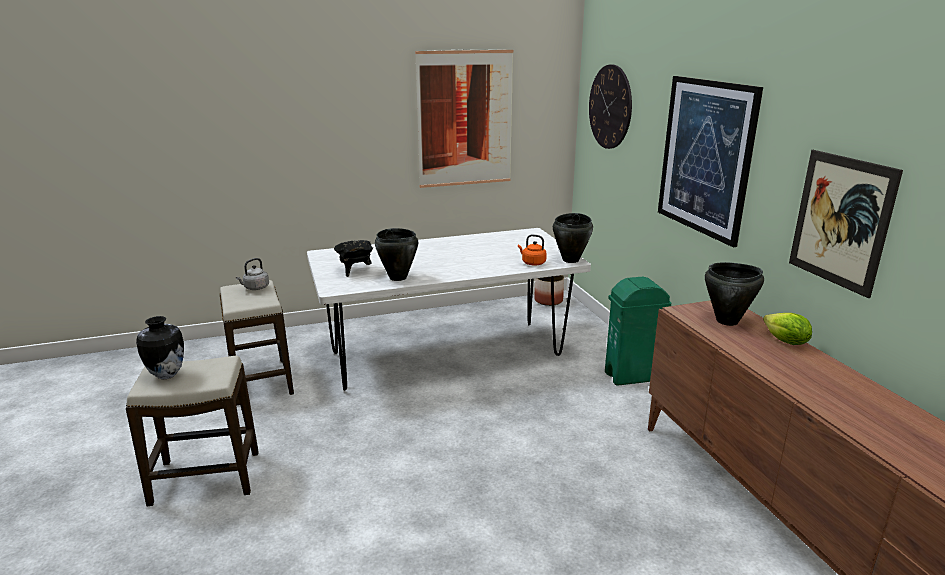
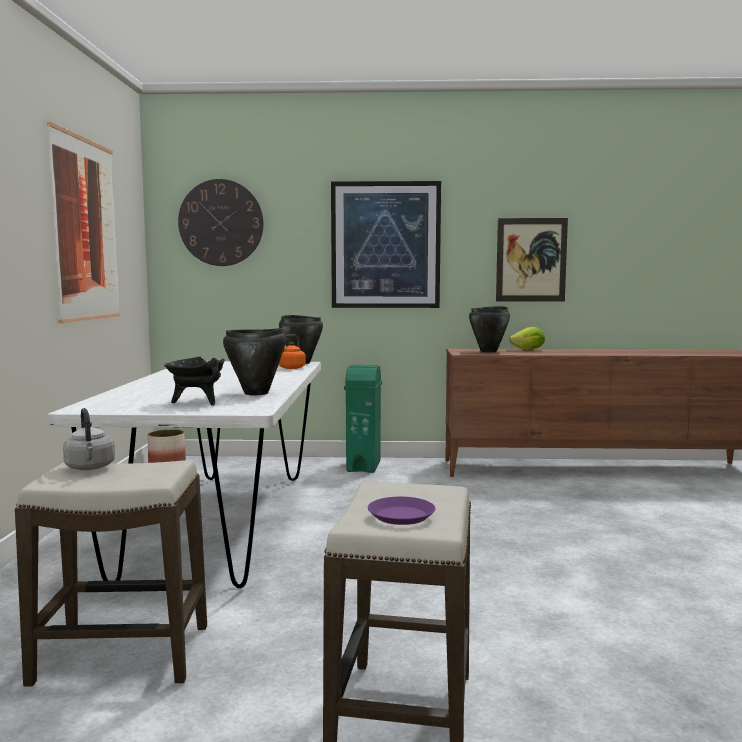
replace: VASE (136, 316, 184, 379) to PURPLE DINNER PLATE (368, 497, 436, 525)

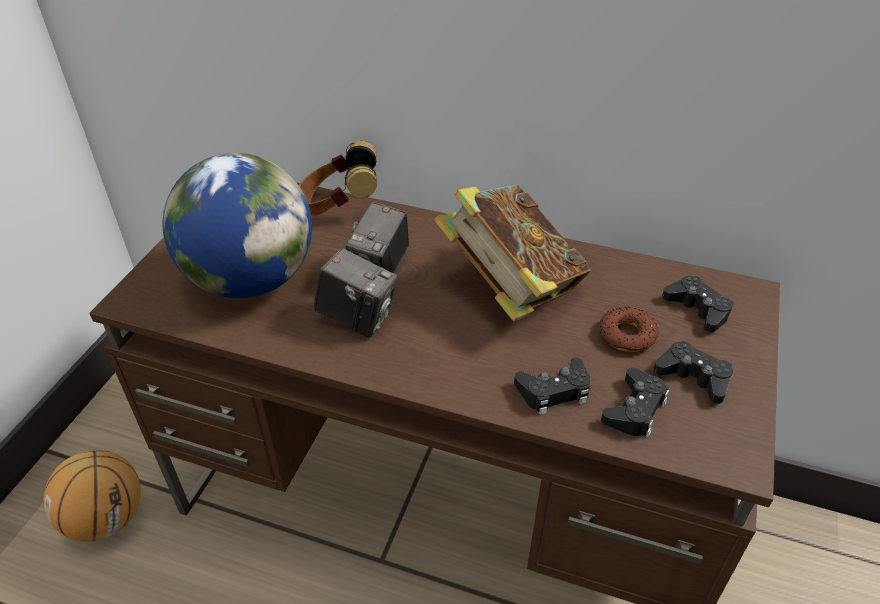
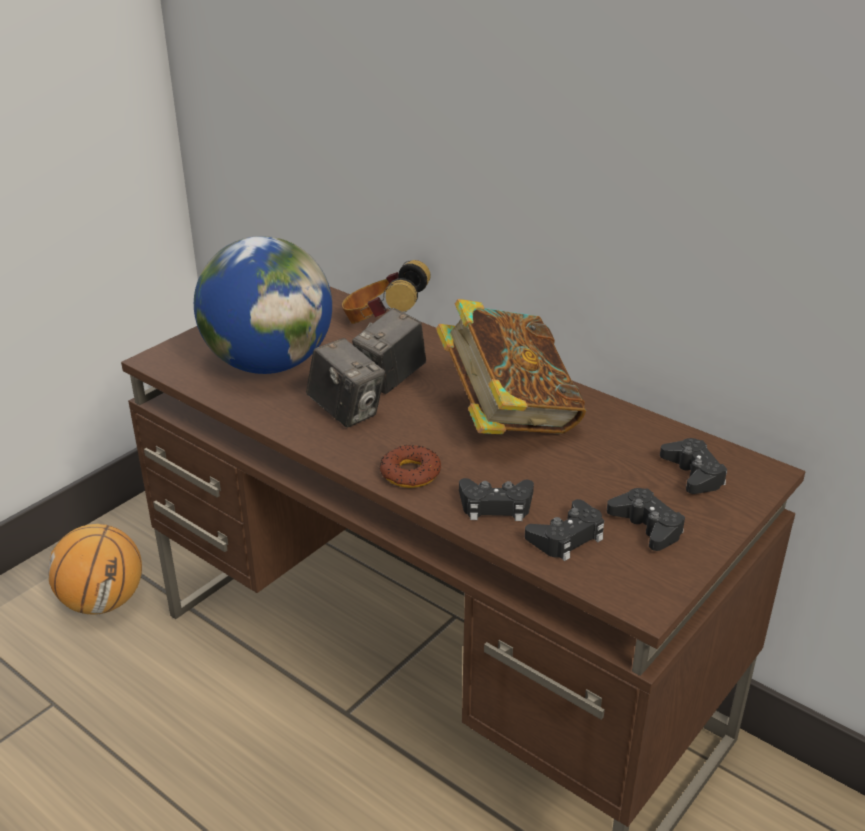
move: DONUT (599, 307, 658, 352) to (379, 445, 441, 488)

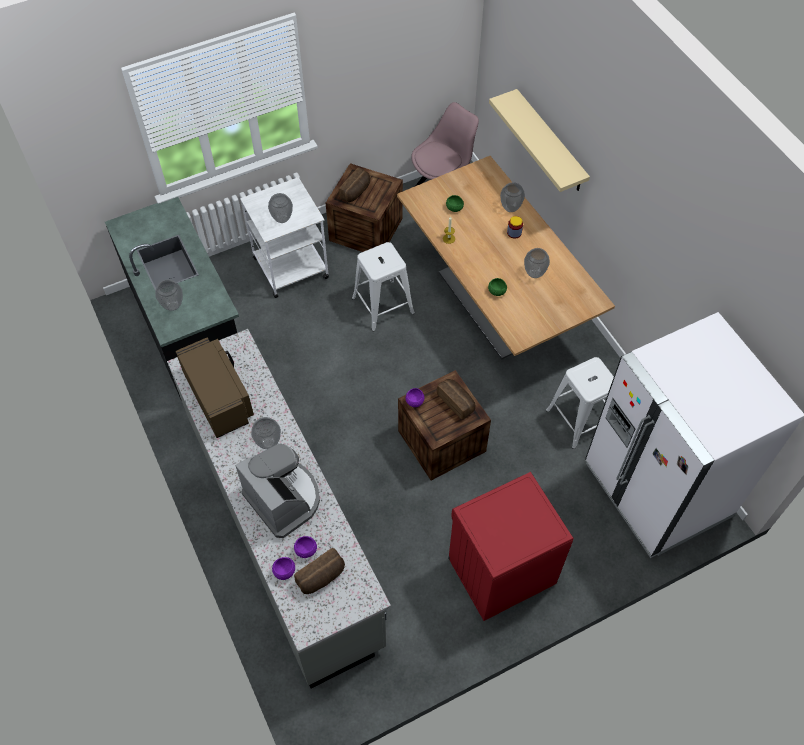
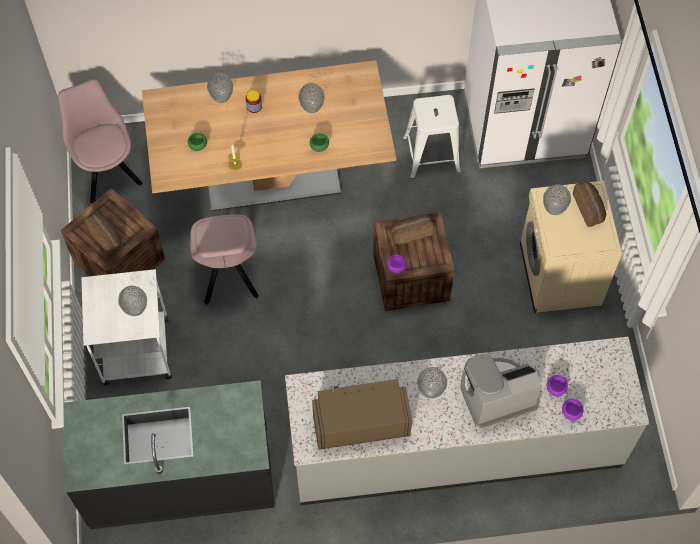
delete: BEIGE SHELF (489, 89, 590, 192)
move: VASE (155, 279, 183, 311) to (543, 184, 571, 215); BAKERY BREAD (294, 548, 345, 594) to (573, 182, 606, 227)
replace: WHITISH STOOL (352, 242, 415, 332) to PINK-COLOURED PLAIN CHAIR (190, 214, 259, 305)
recolor: REDDISH WASHING MACHINE (449, 472, 574, 621) to BEIGE WASHING MACHINE (520, 181, 622, 313)

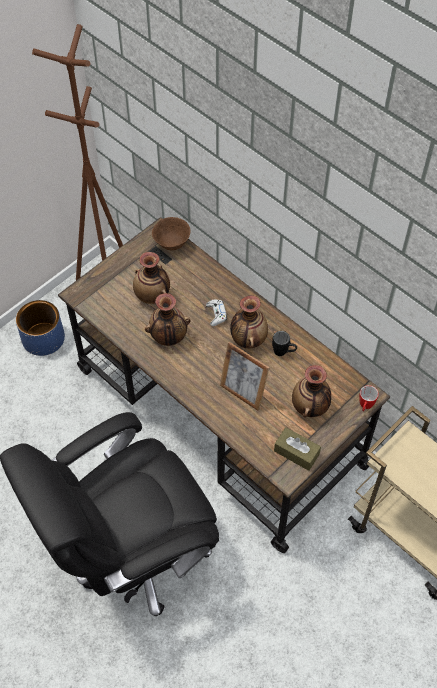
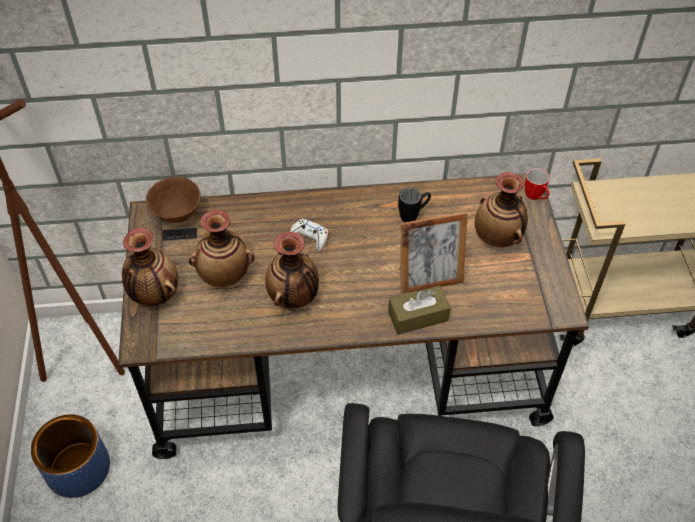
move: VASE (230, 295, 268, 349) to (122, 228, 178, 306); BROWN BOX OF TISSUES (274, 427, 321, 471) to (388, 285, 451, 335)

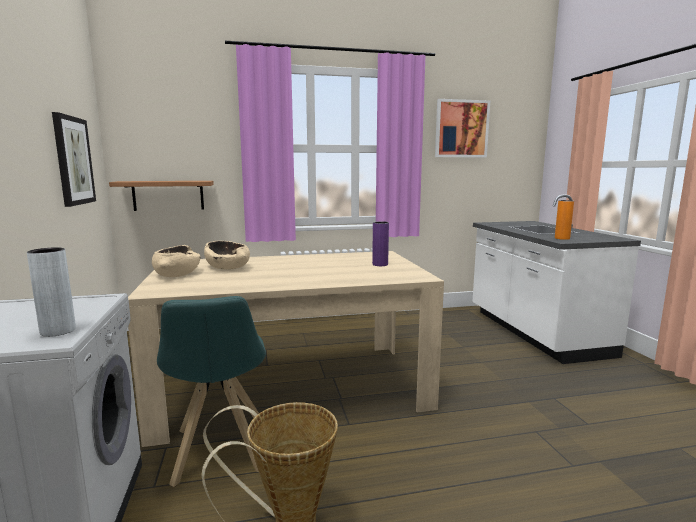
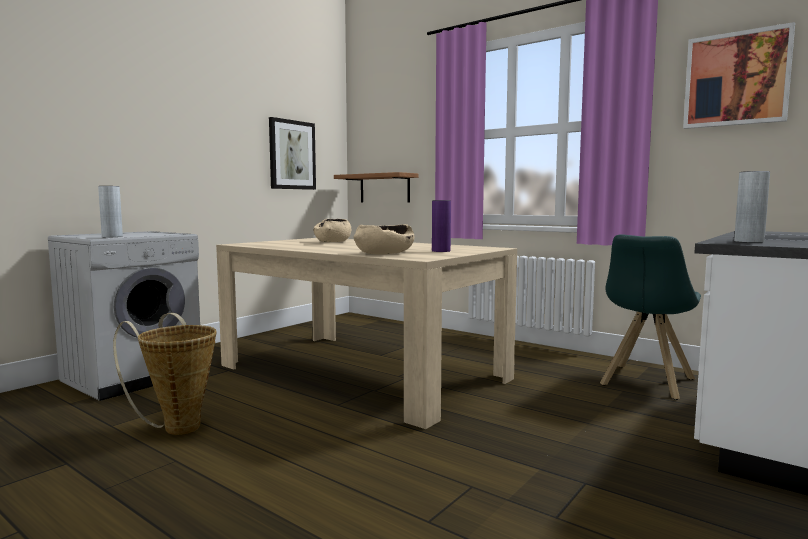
move: BEIGE BOWL (152, 245, 200, 277) to (354, 224, 414, 254); TURQUOISE PLAIN CHAIR (157, 296, 266, 487) to (600, 234, 701, 400)
recolor: ORANGEY VASE (555, 200, 574, 240) to GRAY VASE (734, 171, 770, 243)

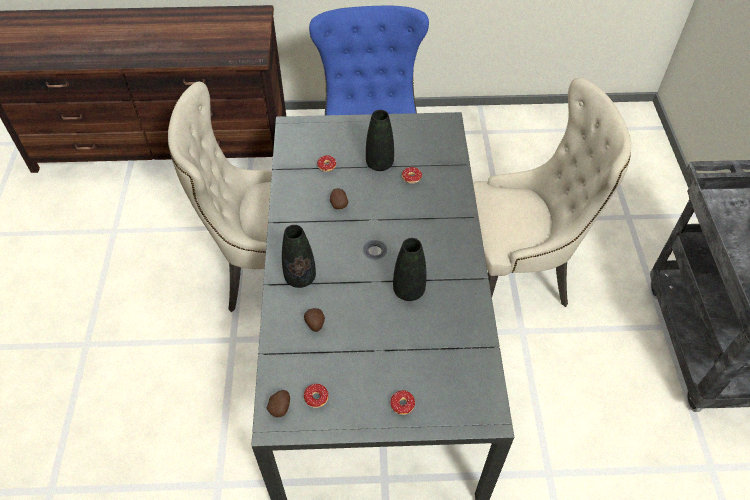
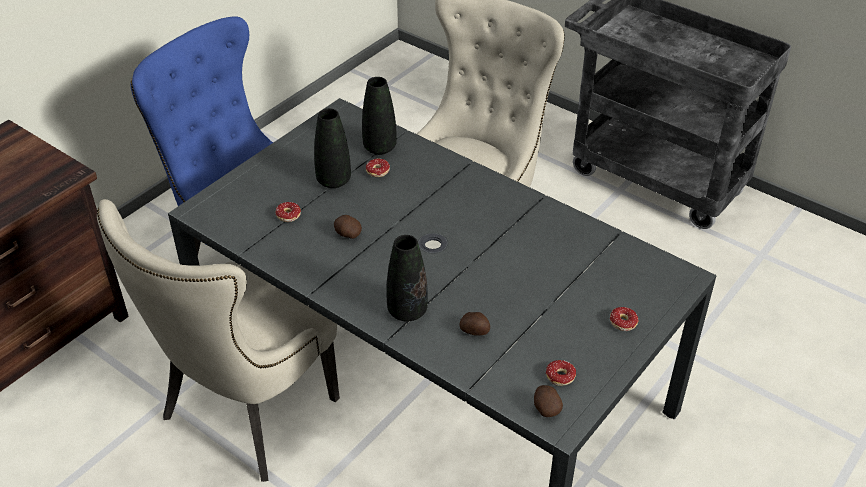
move: BLACK VASE (393, 238, 426, 301) to (362, 77, 397, 155)

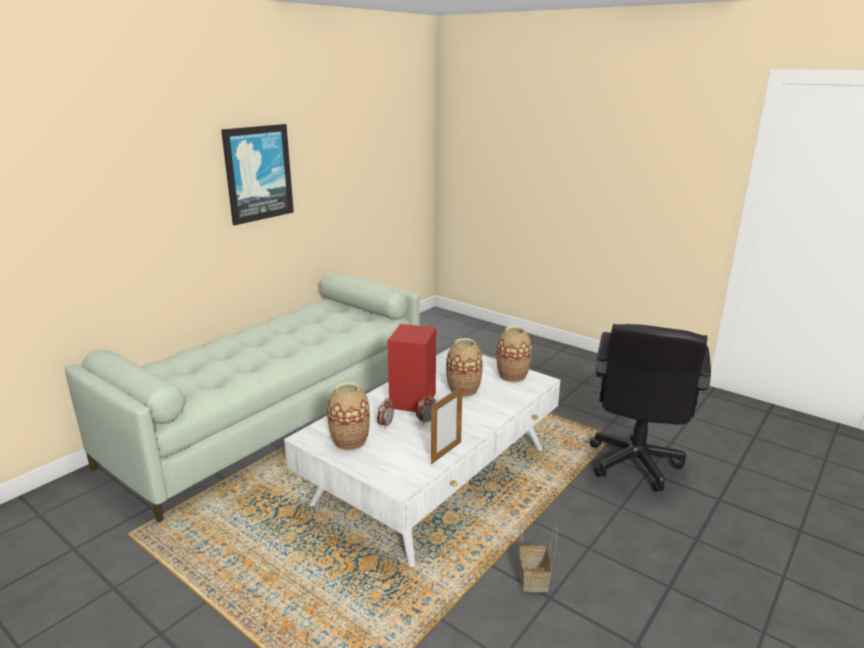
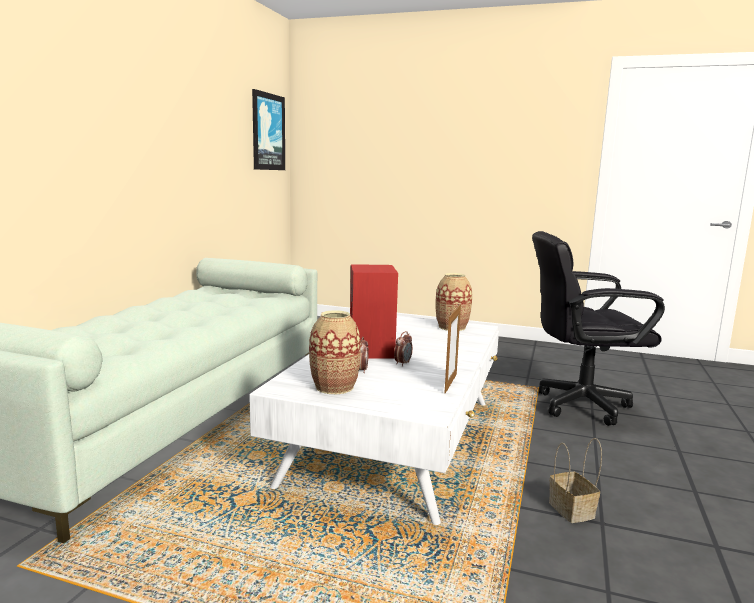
delete: VASE (446, 338, 483, 397)
move: PICTURE (221, 124, 294, 226) to (252, 89, 285, 170)
rotate: BLACK OFFICE CHAIR (589, 324, 711, 492) = (532, 231, 665, 426) 90 degrees clockwise

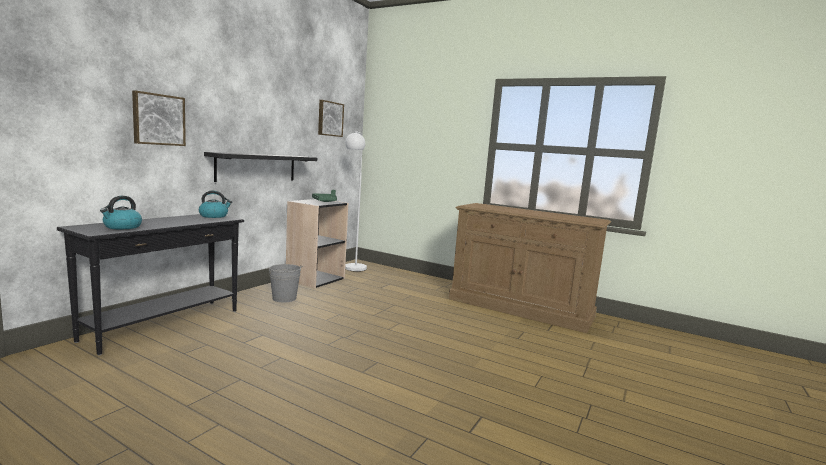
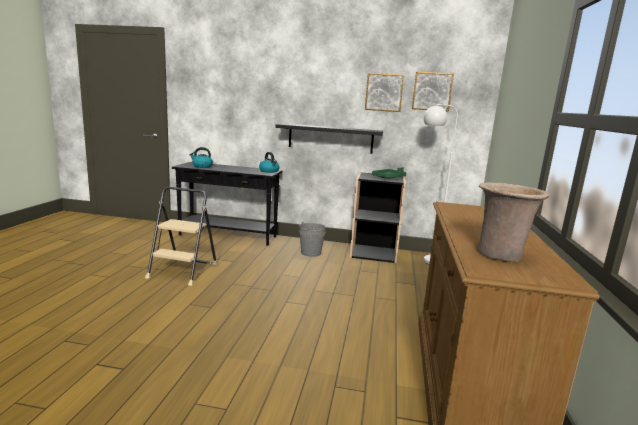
insert: BEIGE STEPLADDER (145, 187, 217, 286); BEIGE VASE (477, 182, 550, 262)
move: PICTURE (132, 90, 186, 146) to (365, 73, 404, 112)

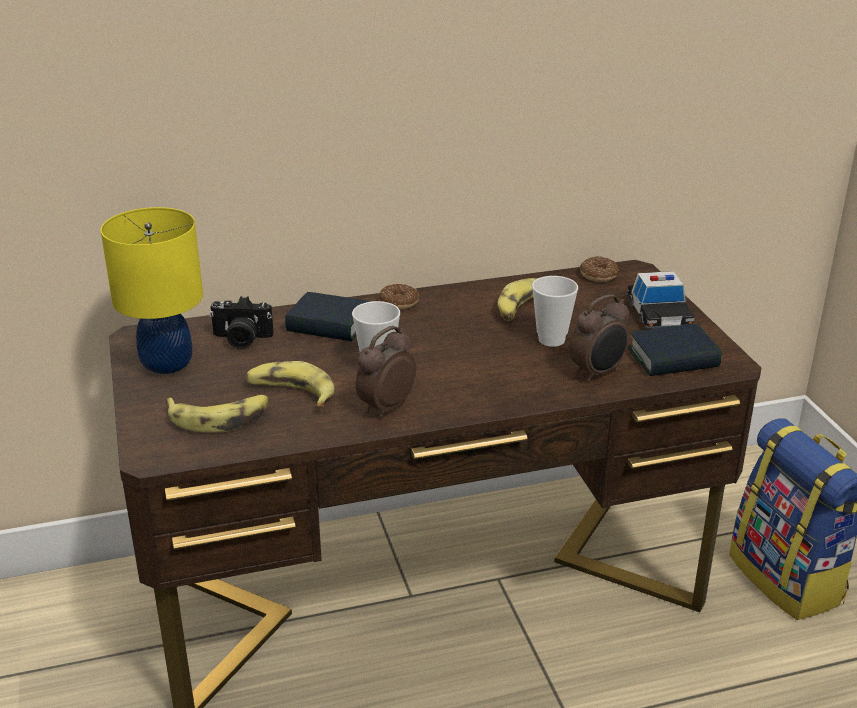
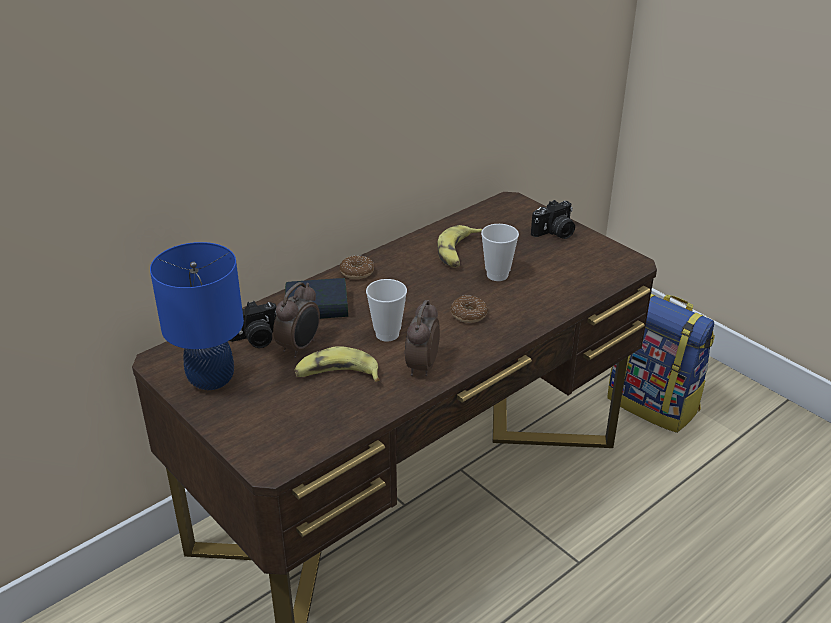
delete: BANANA FRUIT (166, 395, 269, 433); BOUND BOOK (628, 324, 722, 376)
move: ALARM CLOCK (569, 294, 630, 382) to (273, 282, 320, 358); DONUT (580, 256, 619, 282) to (451, 295, 488, 323)
replace: TOY CAR (625, 271, 694, 329) to STILL CAMERA (531, 200, 575, 239)
recolor: YELLOWISH TABLETOP LAMP (101, 207, 203, 374) to BLUISH TABLETOP LAMP (150, 242, 244, 390)

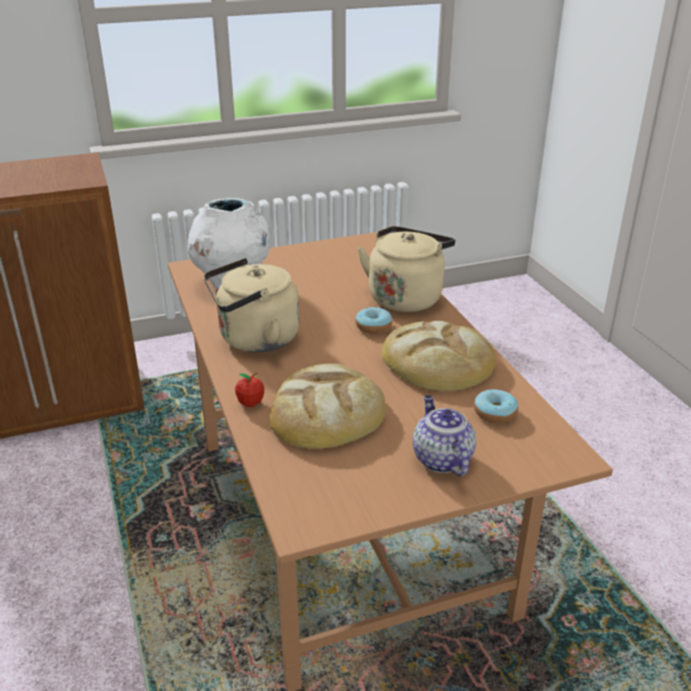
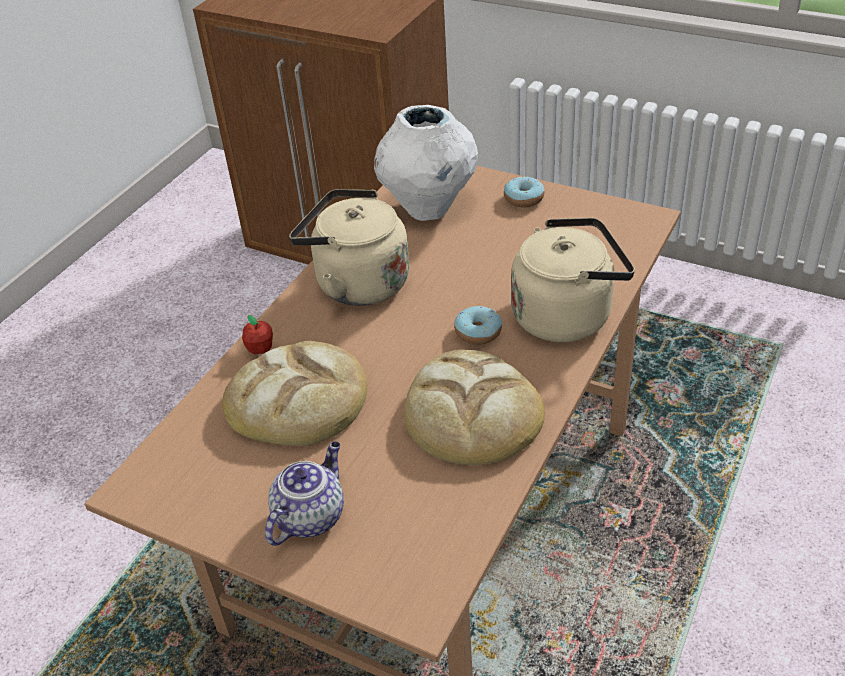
move: DONUT (474, 389, 518, 423) to (504, 176, 544, 207)

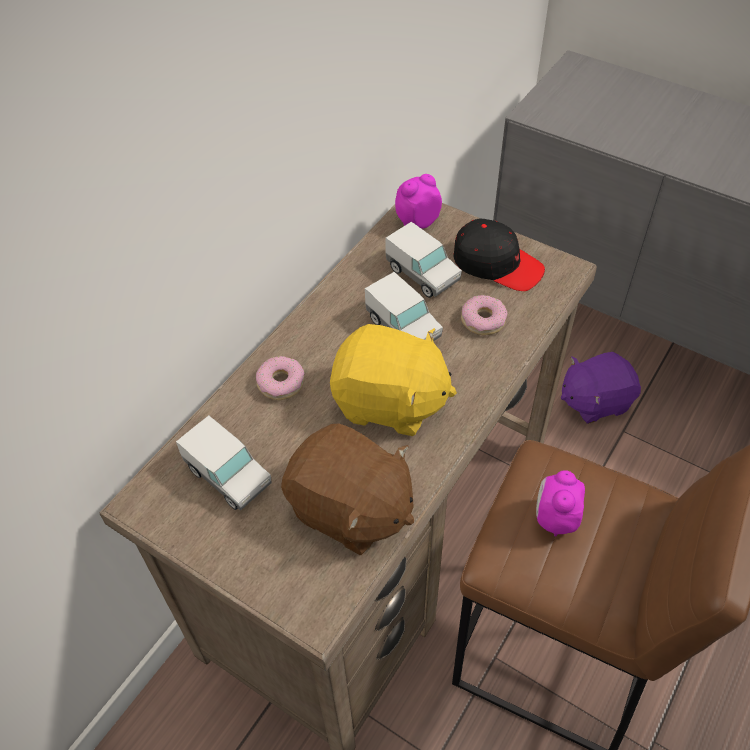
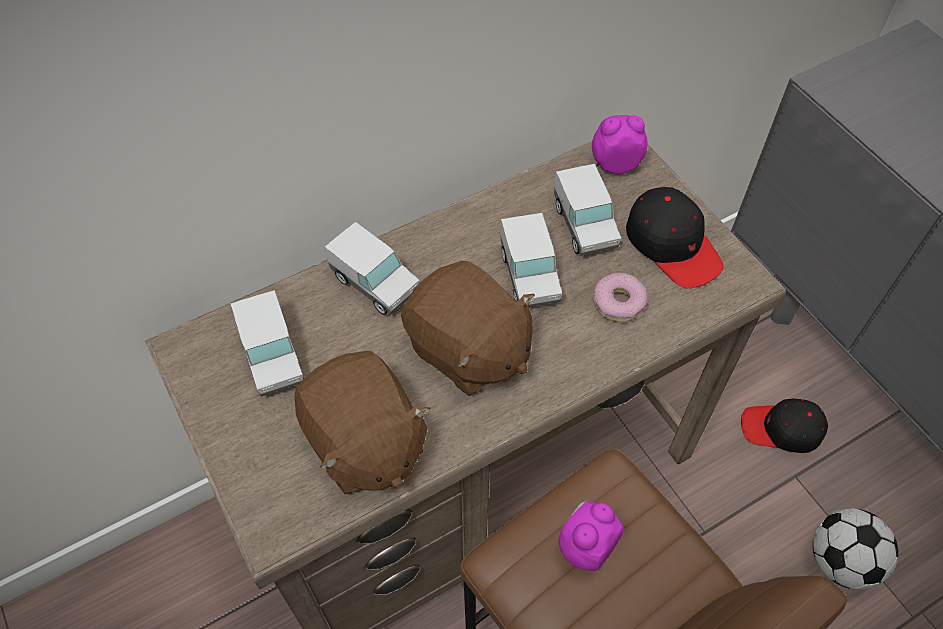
insert: BALL FOR FOOTBALL (813, 508, 898, 590)
replace: DONUT (256, 356, 305, 400) to MODEL TRUCK (324, 222, 420, 315); PURPLE SOFT TOY (561, 352, 641, 424) to BLACK CAP (741, 399, 828, 453)
recolor: YELLOWISH SOFT TOY (330, 324, 457, 436) to BROWN SOFT TOY (401, 261, 535, 396)

